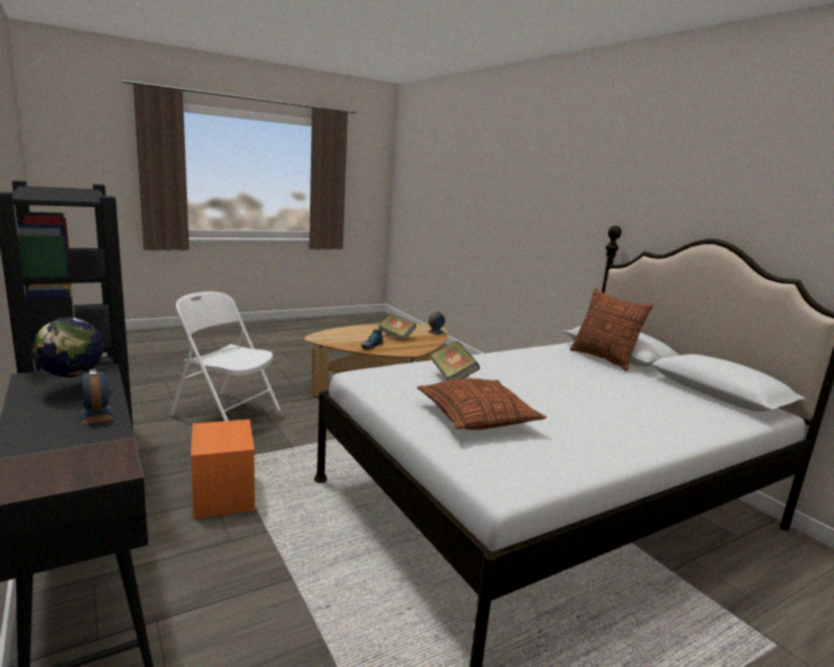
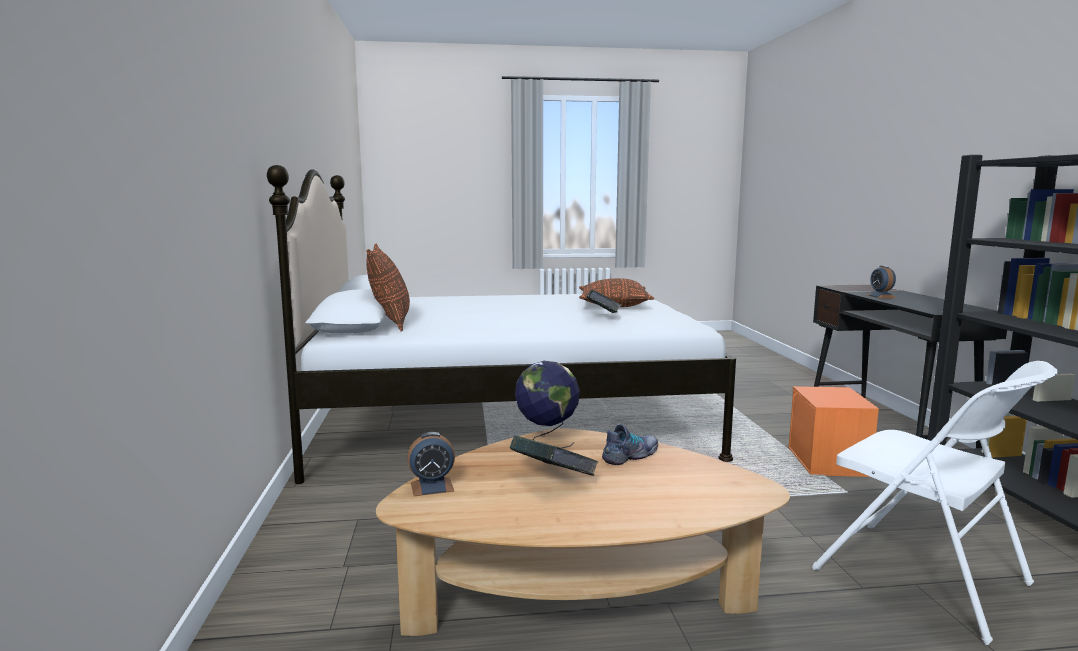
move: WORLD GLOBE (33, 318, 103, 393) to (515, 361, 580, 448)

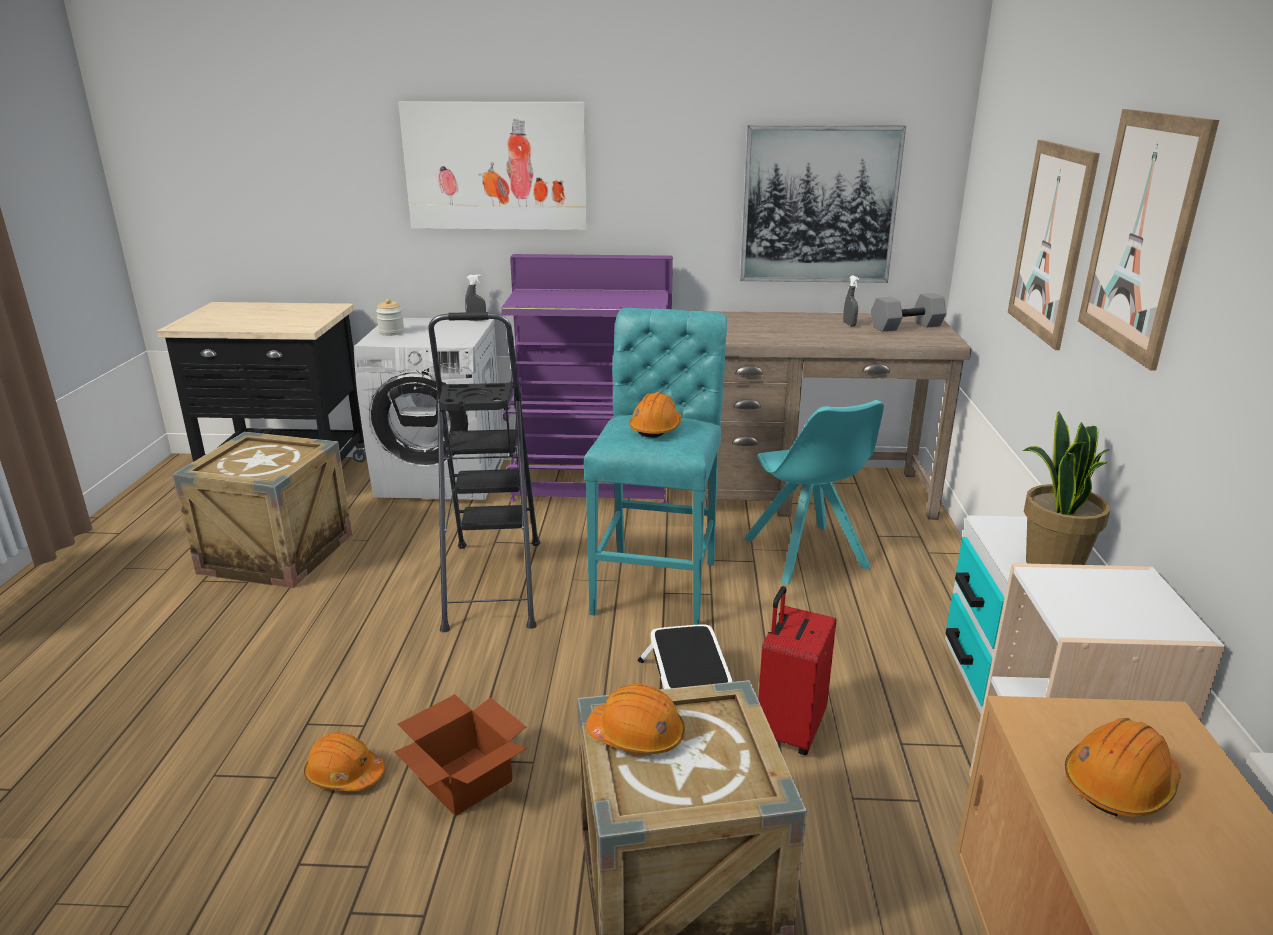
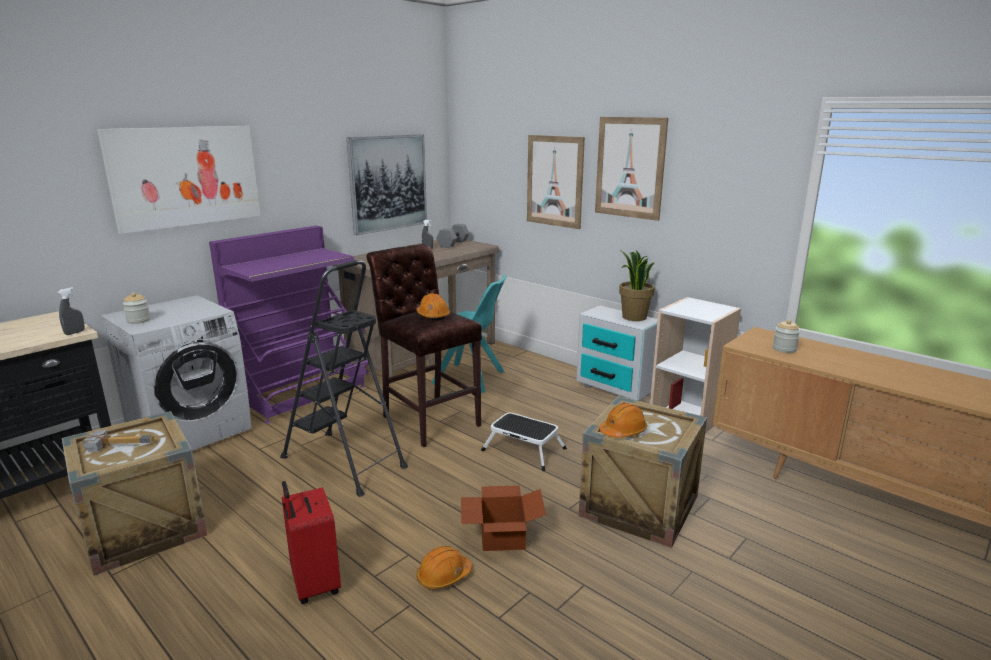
insert: TOOL HAMMER (83, 430, 154, 452)
move: GRAY SPRAYER (465, 274, 486, 321) to (57, 287, 85, 335); REDDISH TRAVEL CASE (758, 586, 836, 755) to (282, 481, 341, 604)
replace: ORANGEY HARD HAT (1065, 718, 1181, 817) to PRESERVE JAR (773, 320, 800, 353)
recolor: TURQUOISE STOOL (584, 308, 727, 625) to BROWN STOOL (367, 244, 482, 447)

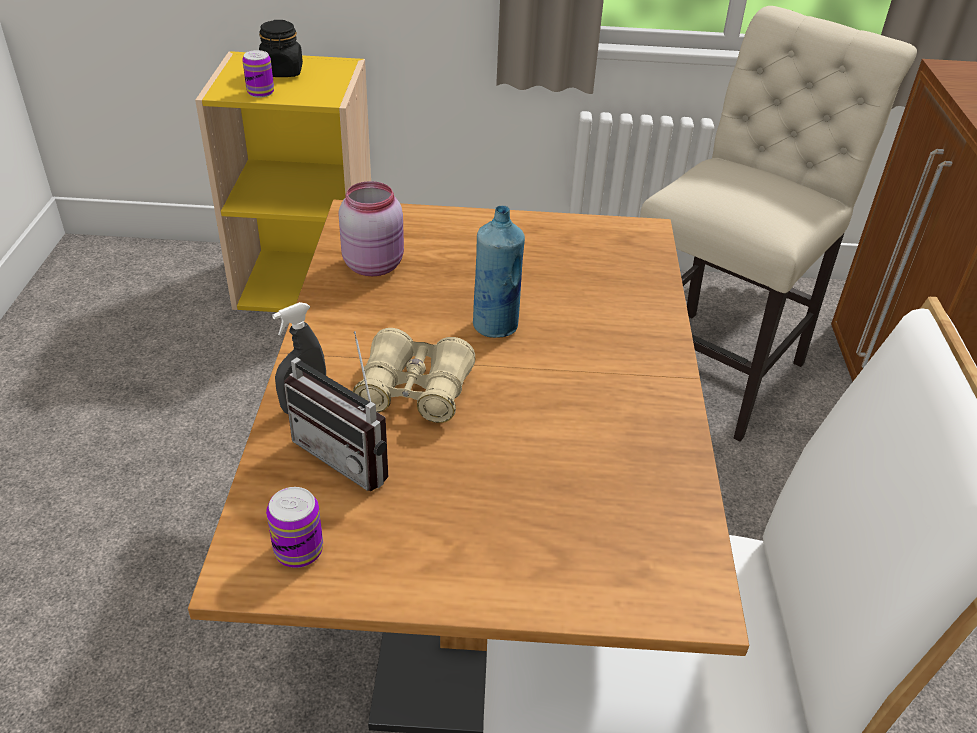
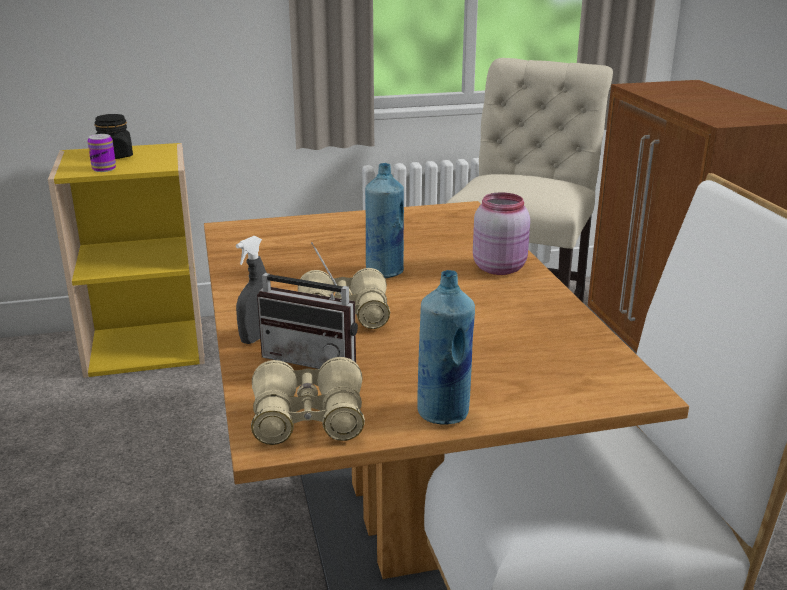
insert: BLUISH DRINK BOTTLE (417, 270, 475, 425)
move: PINK-COLOURED PRESERVE JAR (339, 181, 404, 276) to (473, 192, 530, 275)
replace: METAL CAN (266, 487, 323, 568) to BEIGE BINOCULARS (251, 357, 365, 445)

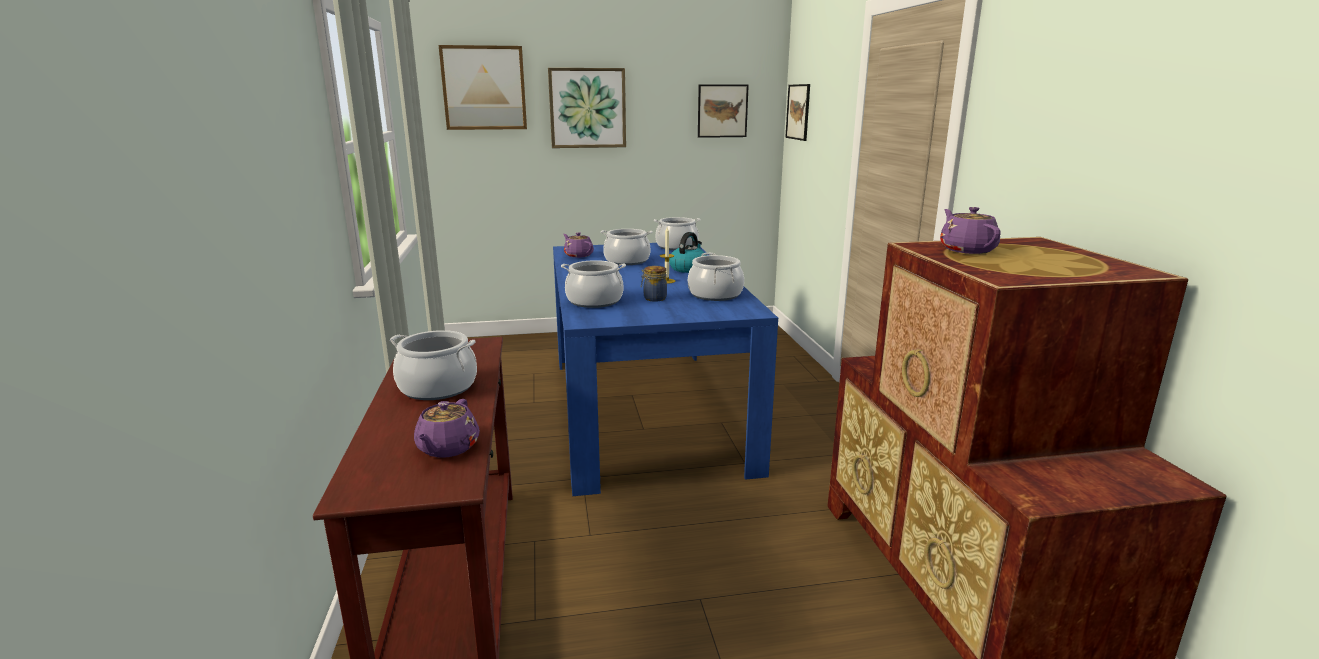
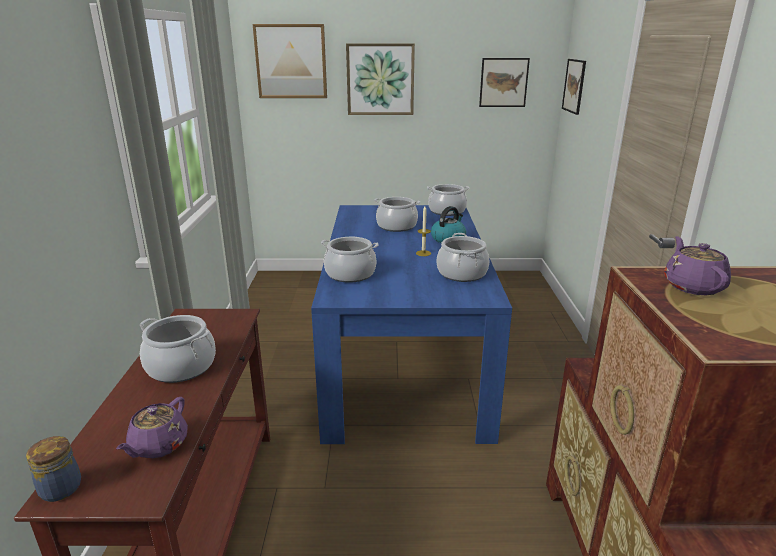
delete: PURPLE POT FOR TEA (563, 232, 594, 258)
move: PRESERVE JAR (641, 266, 667, 301) to (26, 436, 81, 502)

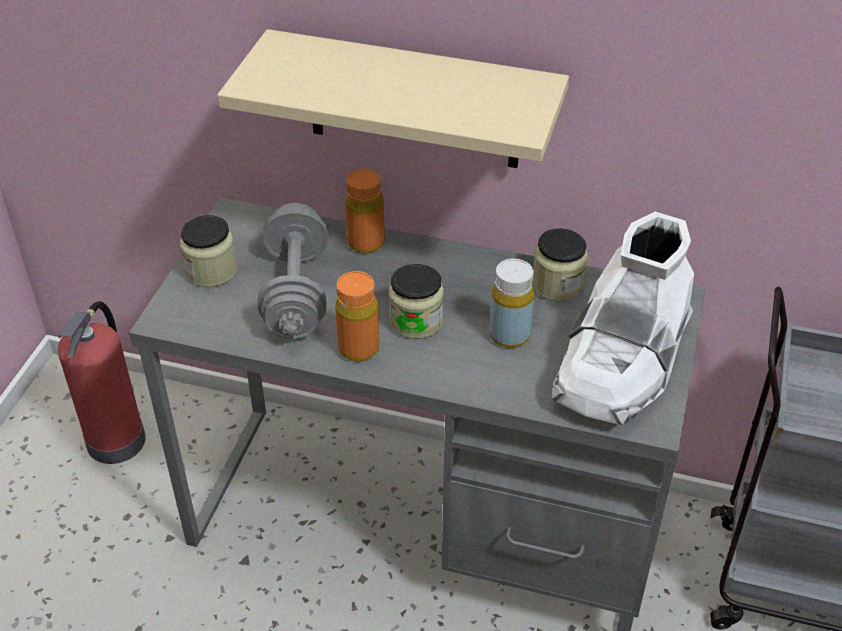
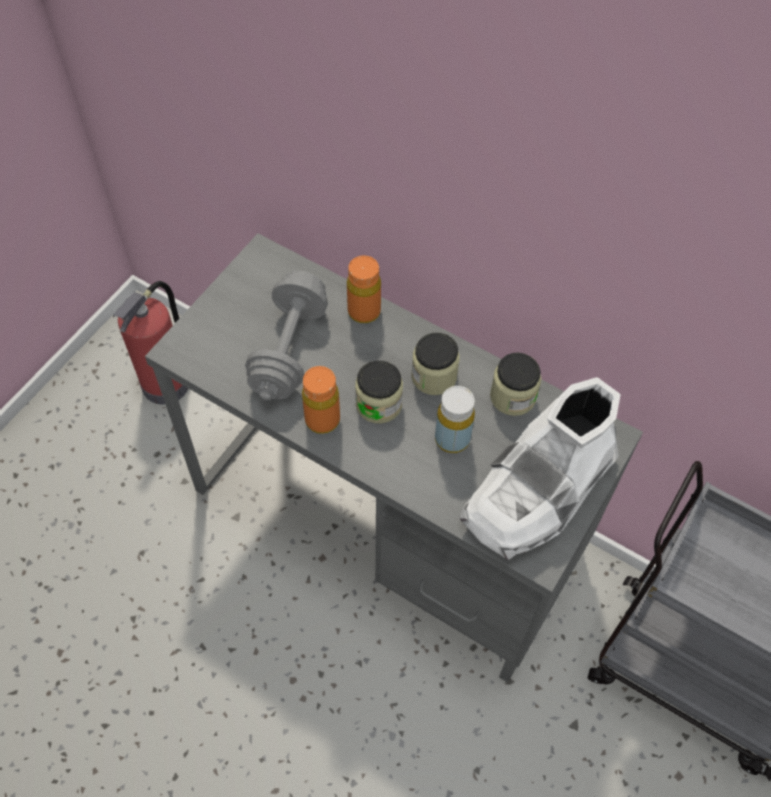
delete: BEIGE SHELF (217, 29, 569, 168)
move: PRESERVE JAR (180, 215, 237, 287) to (411, 333, 460, 395)

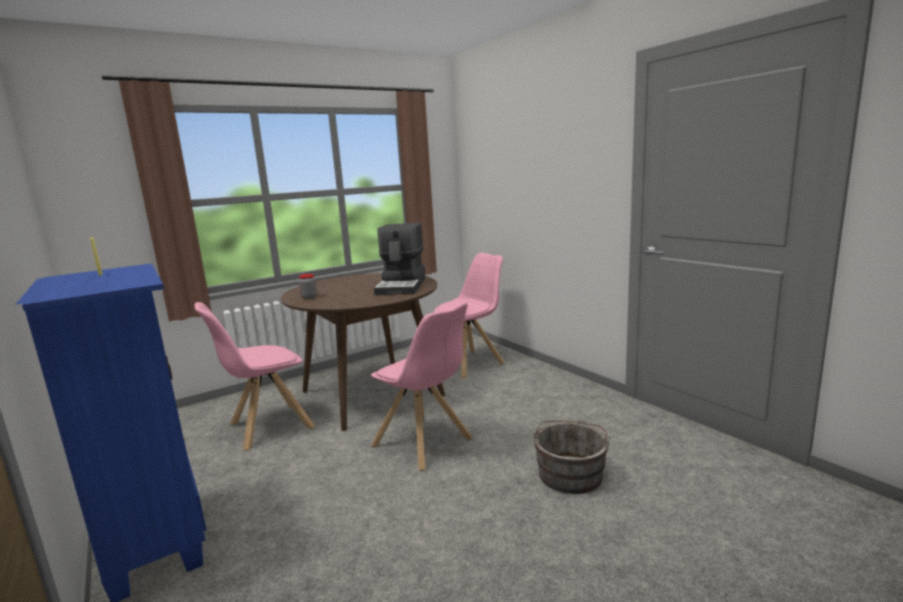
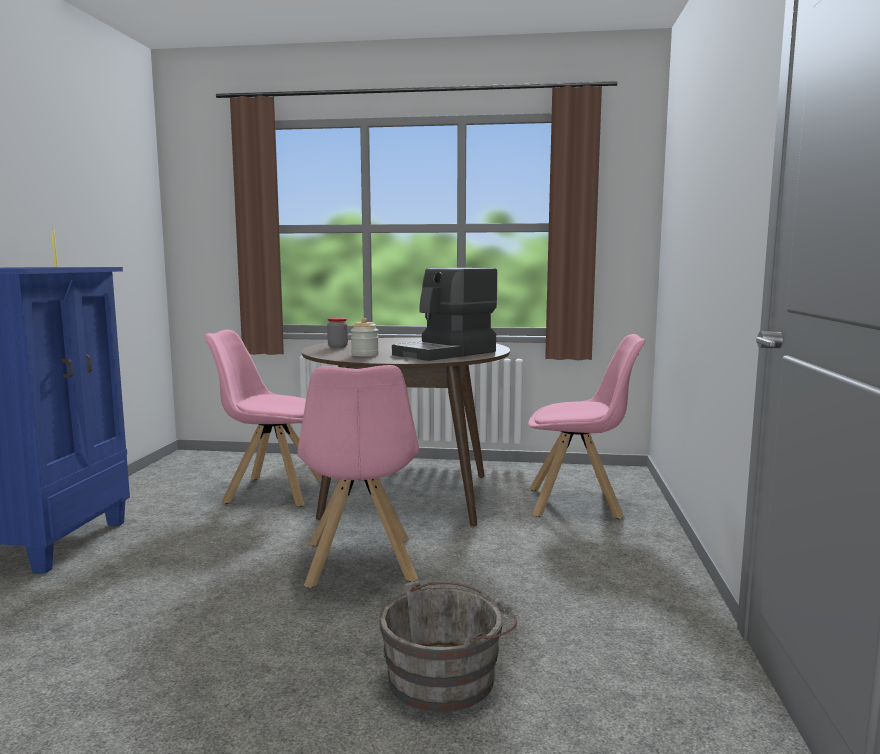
insert: PRESERVE JAR (351, 318, 379, 357)

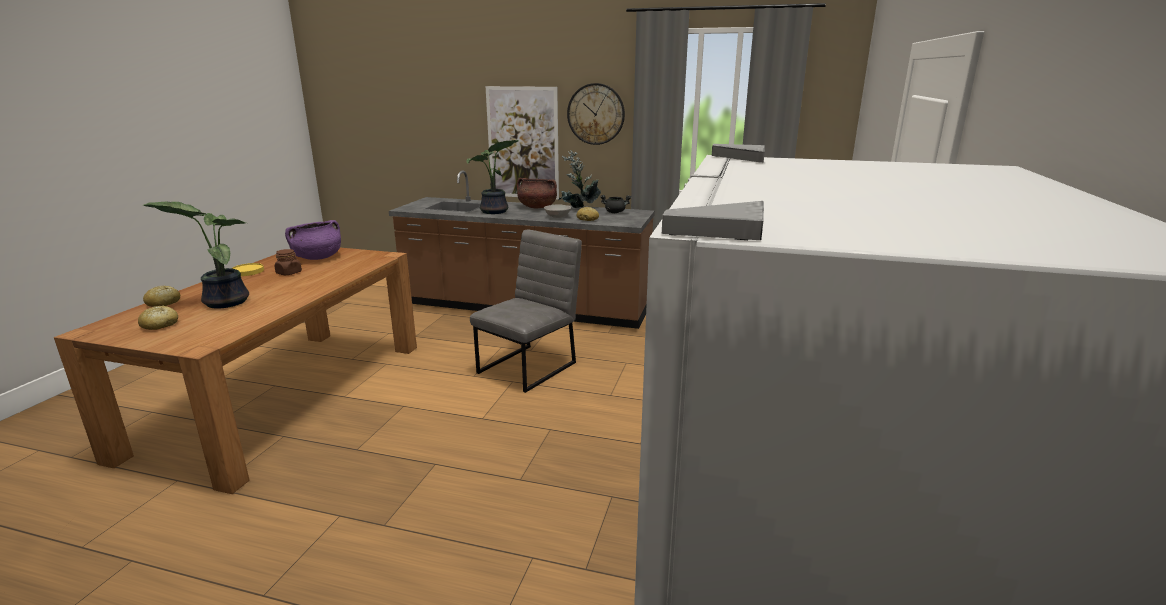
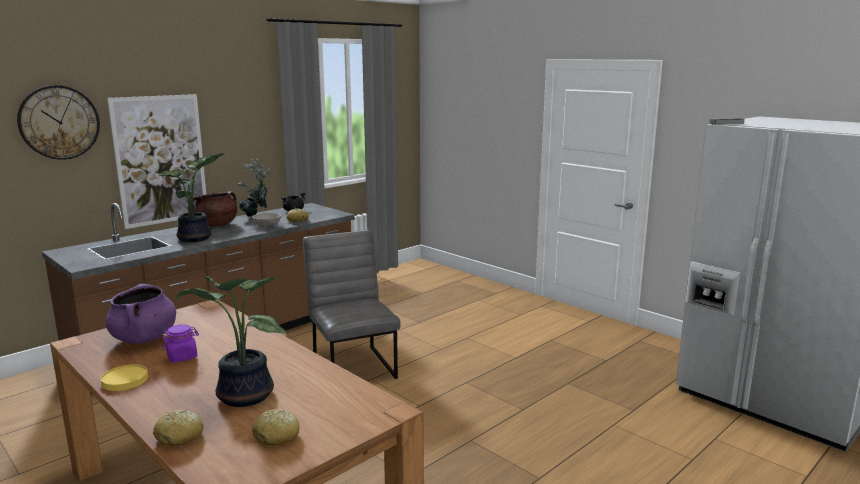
move: HANGING CLOCK (567, 83, 625, 145) to (17, 85, 100, 160)
recolor: BROWN PRESERVE JAR (275, 249, 302, 275) to PURPLE PRESERVE JAR (162, 324, 199, 362)

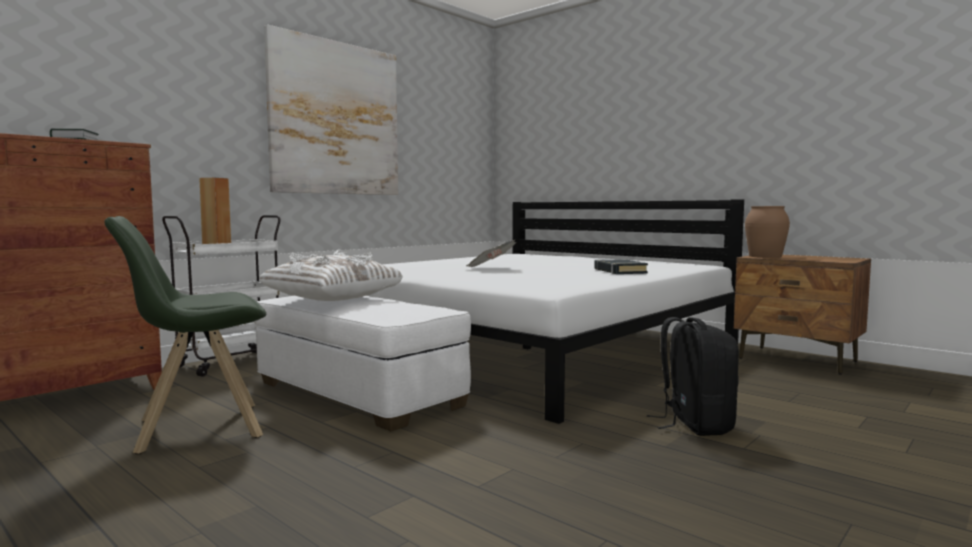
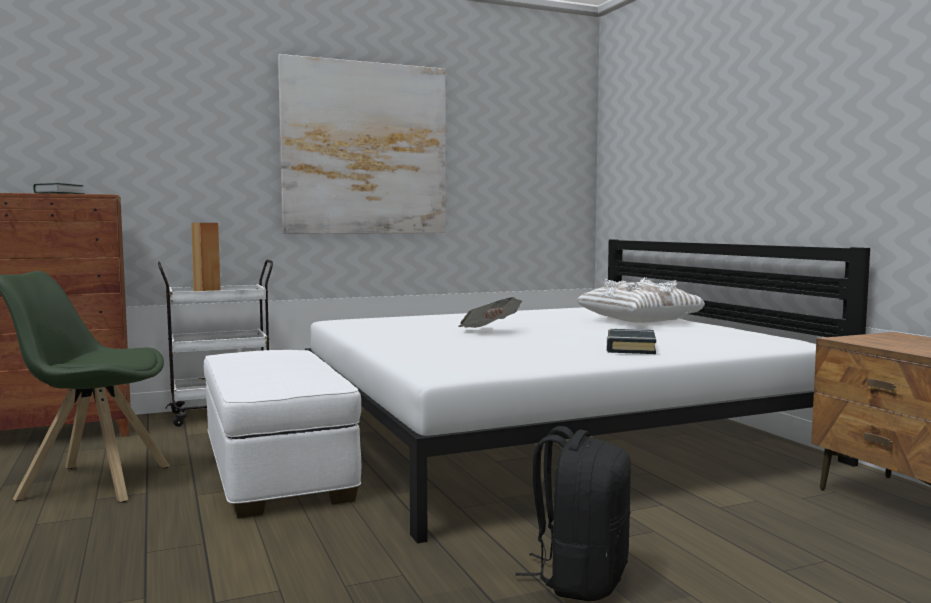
delete: BROWN VASE (745, 206, 790, 258)
move: WHITISH THROW PILLOW (259, 249, 403, 301) to (577, 277, 705, 323)

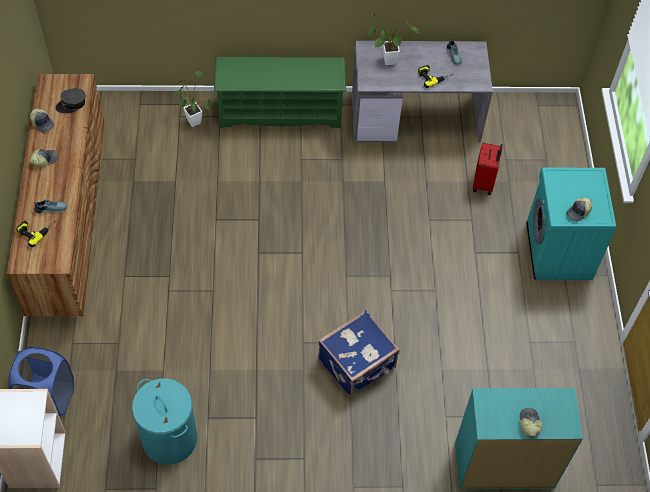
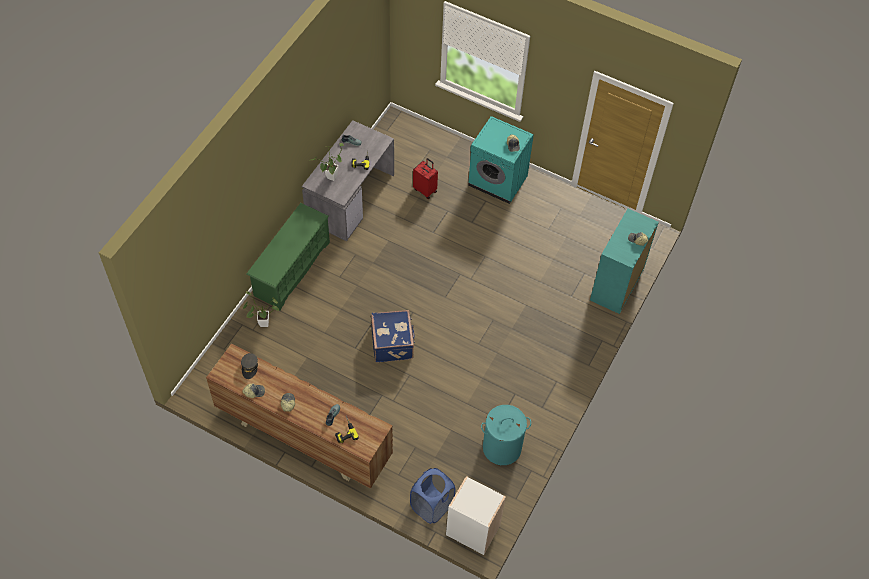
move: BLUISH TRAVEL CASE (318, 310, 400, 397) to (371, 310, 415, 362)

